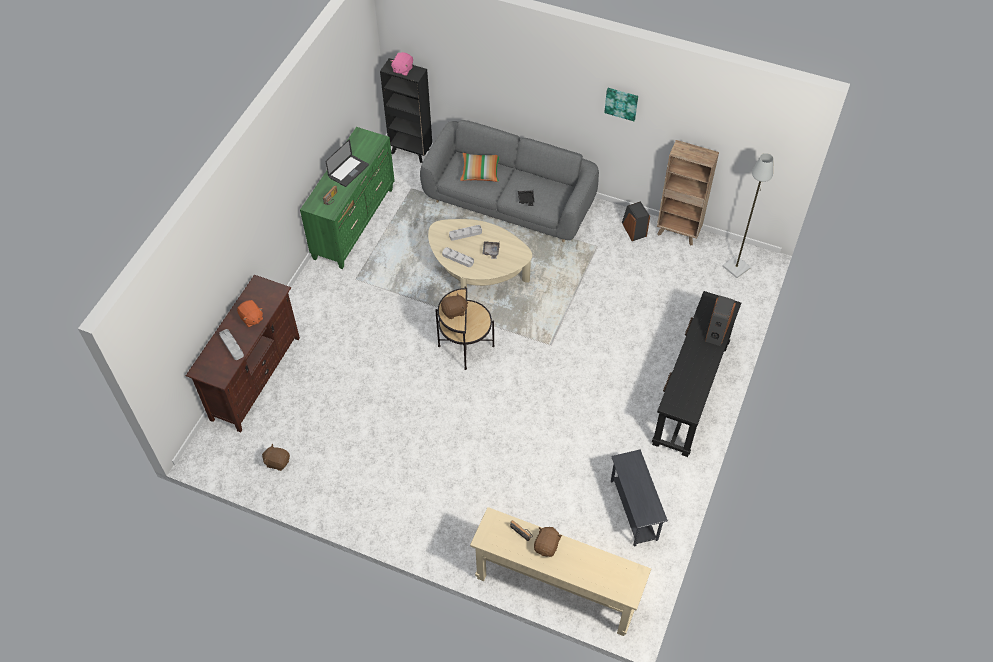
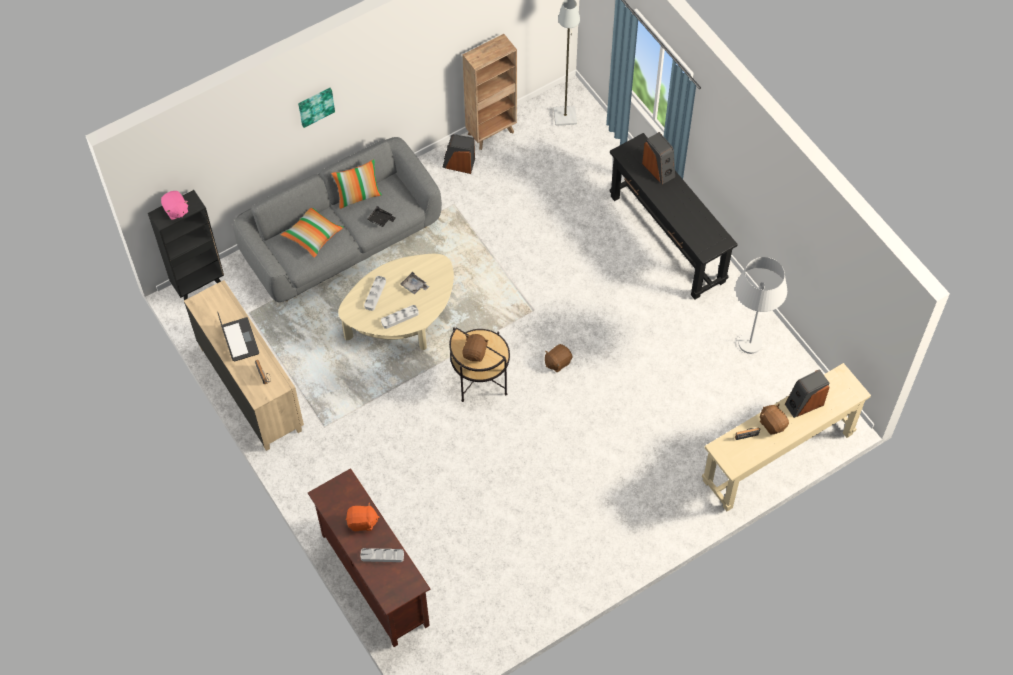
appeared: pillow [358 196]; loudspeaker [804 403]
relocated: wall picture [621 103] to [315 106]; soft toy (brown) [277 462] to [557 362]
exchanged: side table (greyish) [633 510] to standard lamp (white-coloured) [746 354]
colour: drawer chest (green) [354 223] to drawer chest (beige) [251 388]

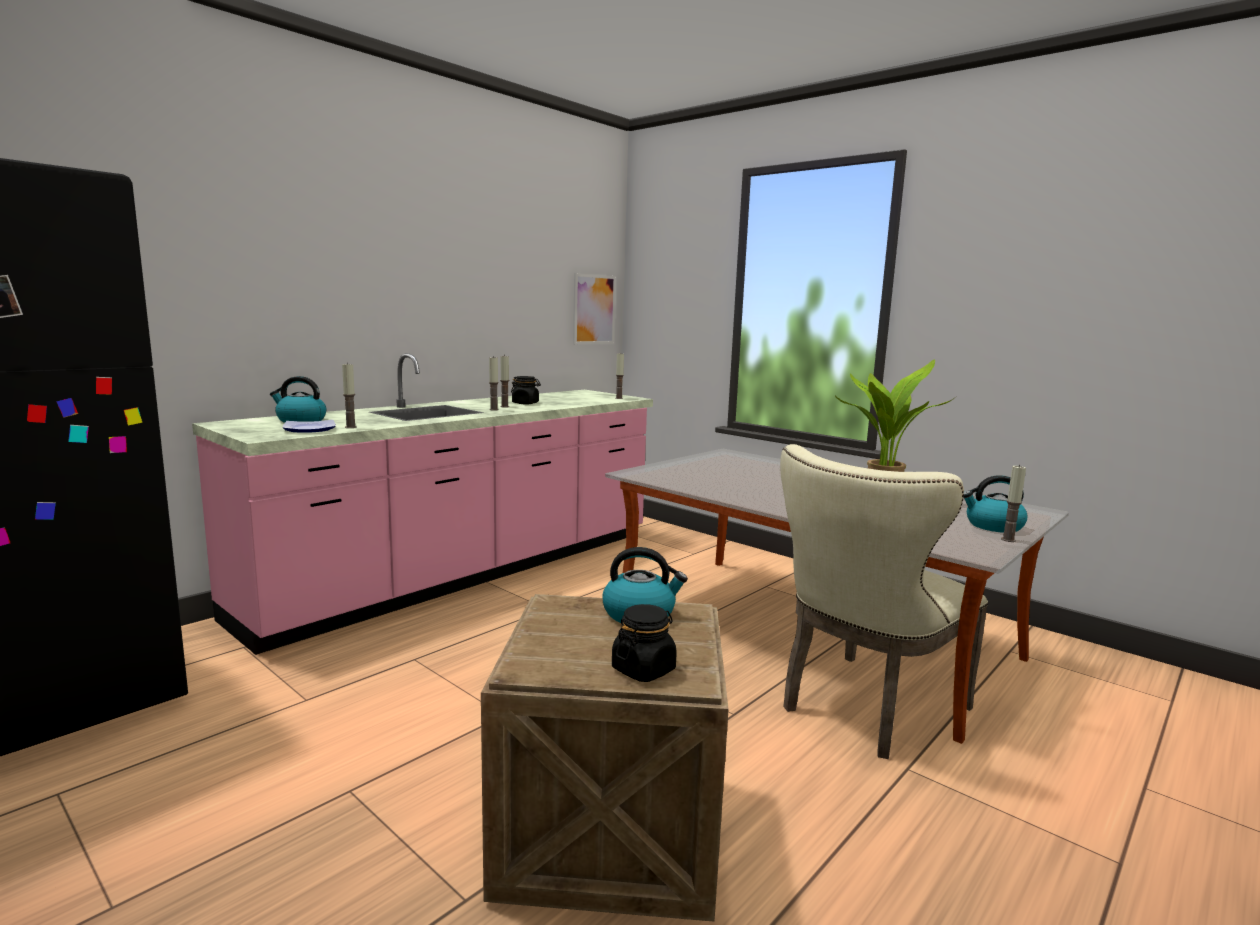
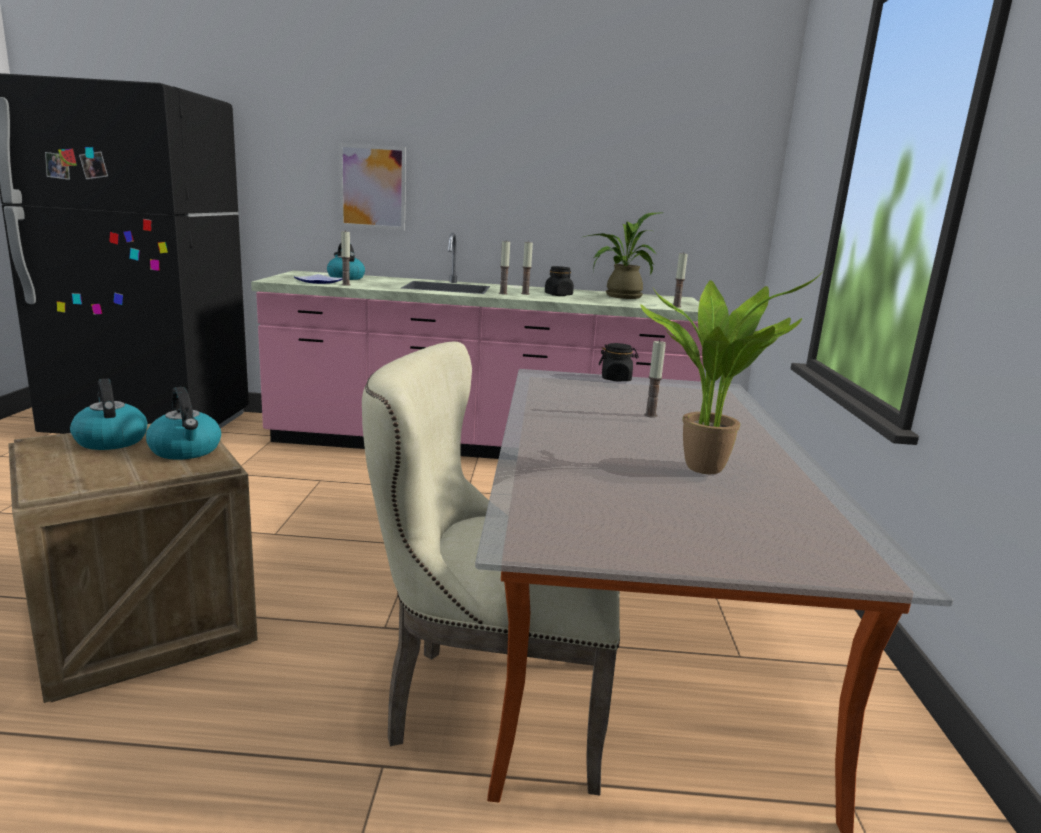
appeared: houseplant [618 296]
relocated: wall picture [594 309] to [372 187]; wax candle [1008 540] to [650 415]; water kettle [993 526] to [110 440]; jar (black) [643 669] to [616 379]

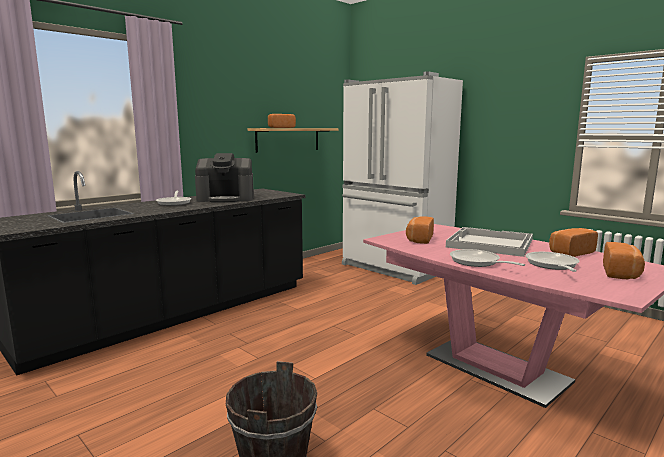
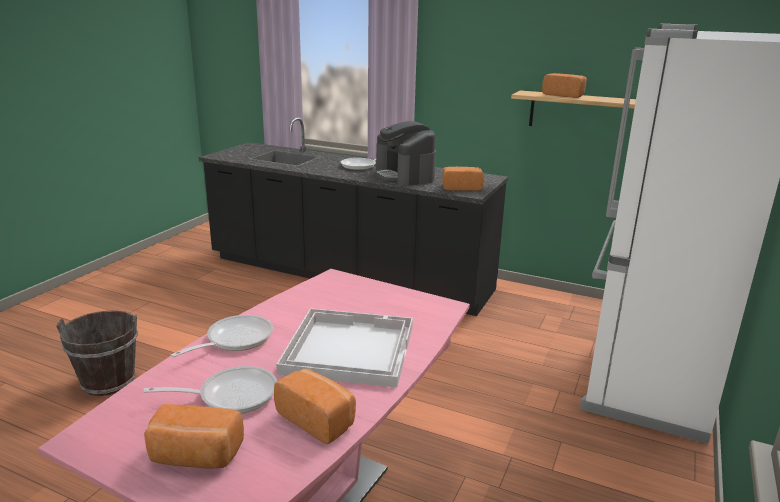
relocated: bakery bread [419 239] to [461 187]

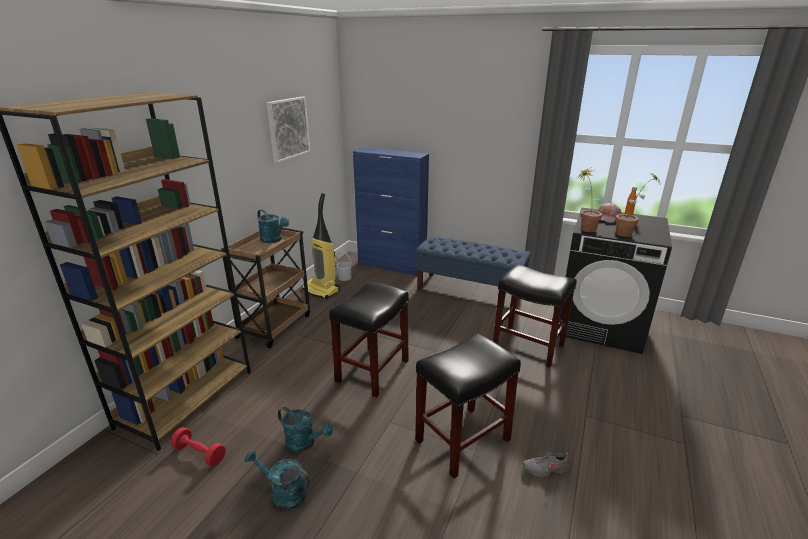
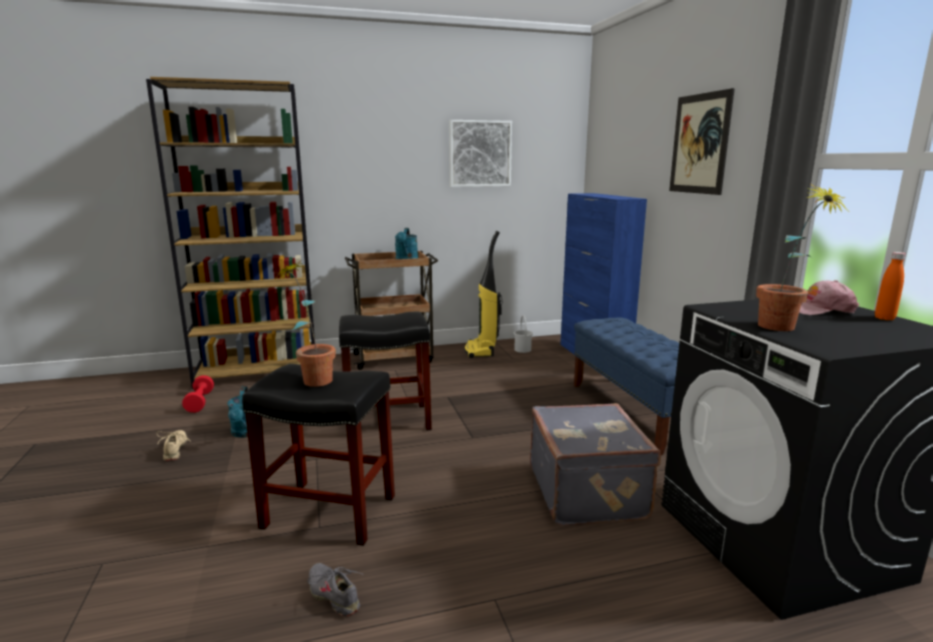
appeared: wall picture [699 144]
relocated: houseplant [584 230] to [312 379]
exchanged: stool (black) [527 346] to travel case (greyish) [588 492]; watering pot (turquoise-coloured) [283 493] to shoe (beige) [176 450]

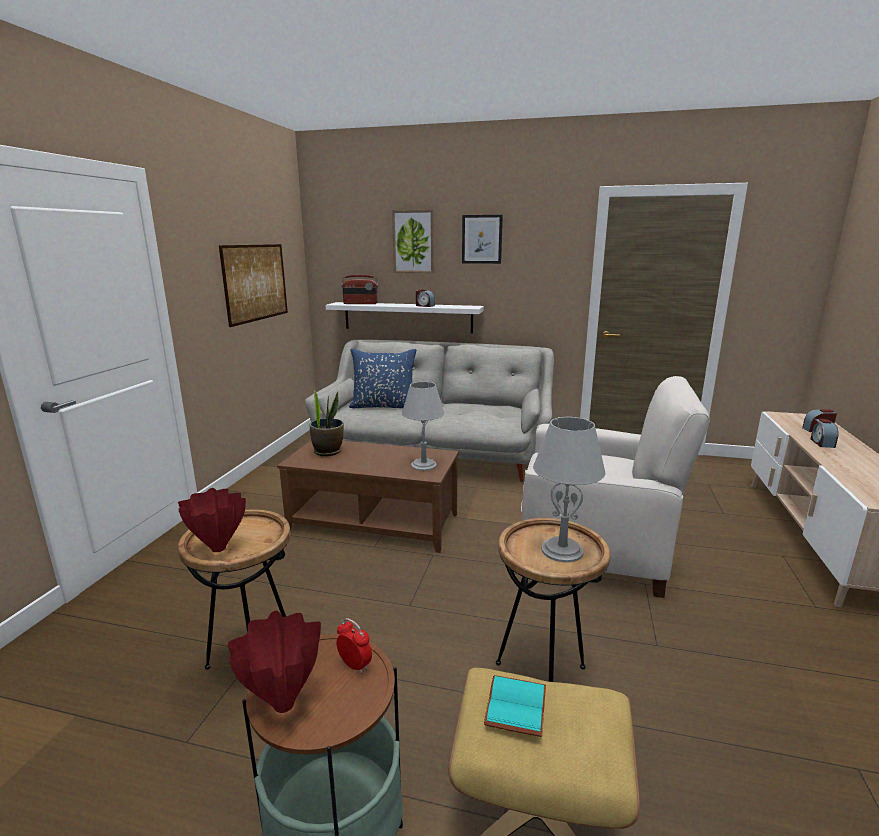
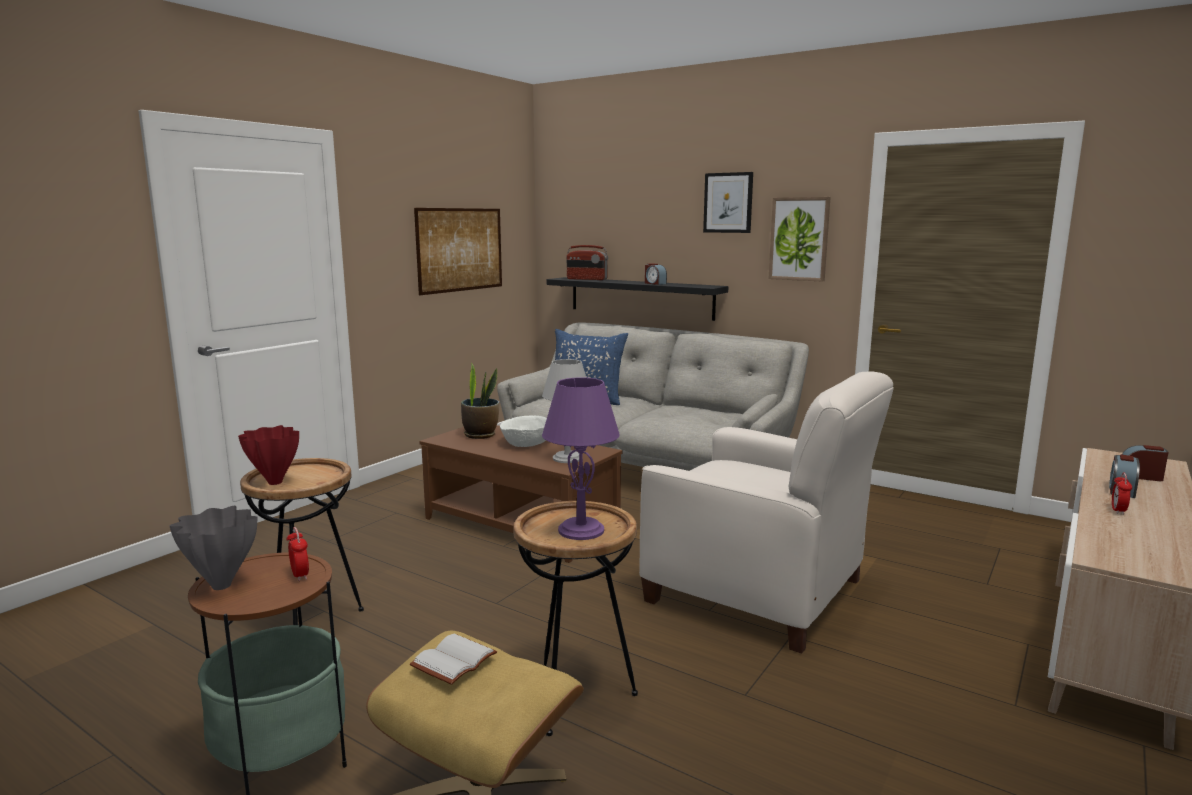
appeared: bowl (white-coloured) [526 444]; table clock [1118 510]
relocated: wall picture [413 242] to [799 239]
colour: shelf (white-coloured) [407 317] to shelf (black) [640 298]; lamp for a table (greyish) [561 550] to lamp for a table (purplish) [580 530]; vase (reddish) [284 703] to vase (greyish) [222 585]; volume (turquoise-coloured) [514 705] to volume (white-coloured) [453 659]

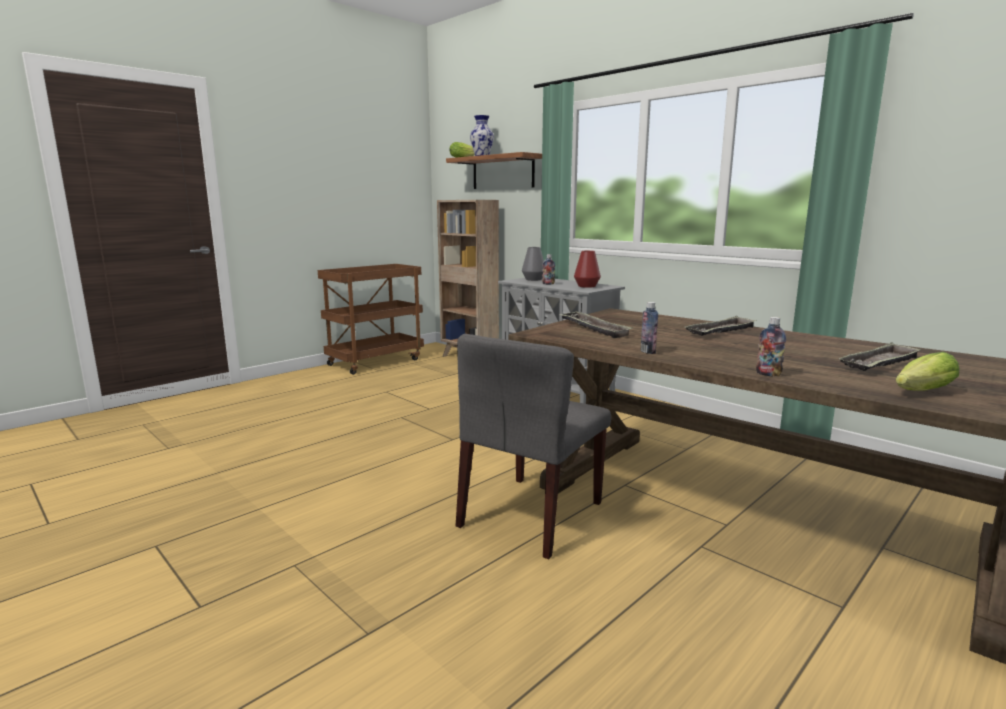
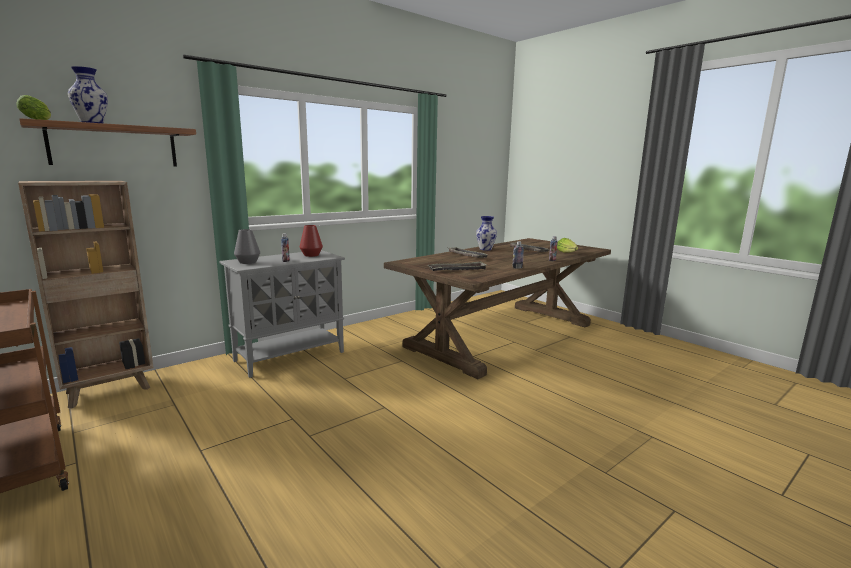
missing: plain chair (greyish) [531 515]
appeared: vase [485 249]

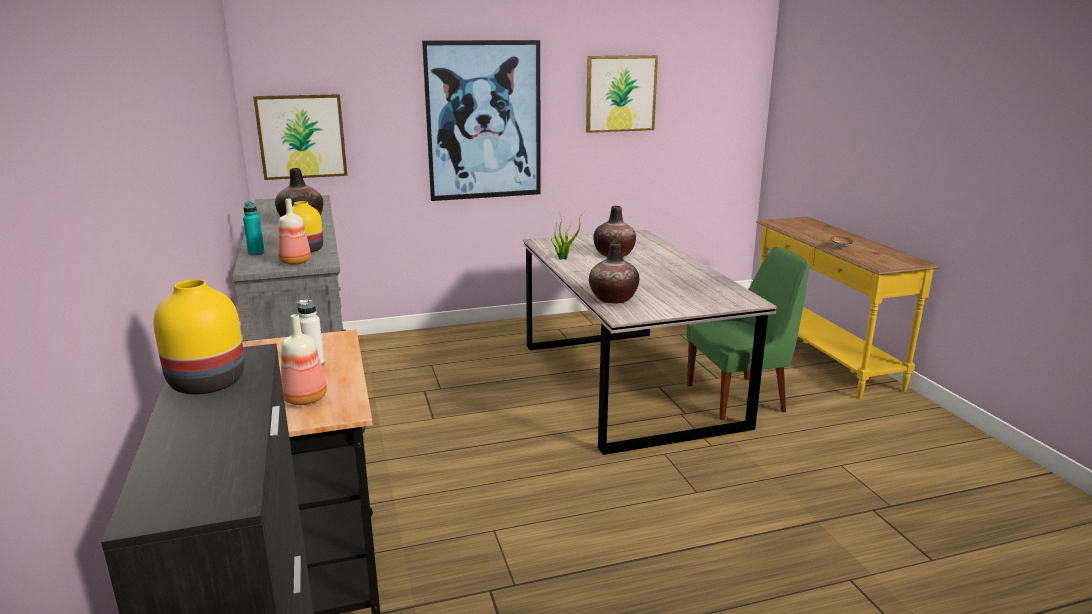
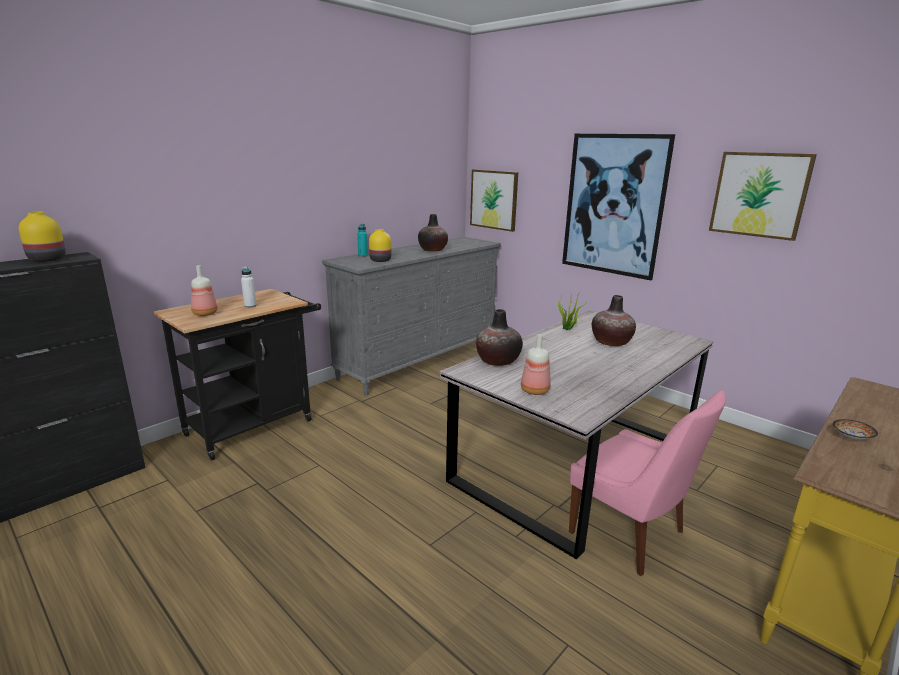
relocated: beverage bottle [294 262] to [533 391]
colour: plain chair (green) [739 398] to plain chair (pinkish) [630 534]

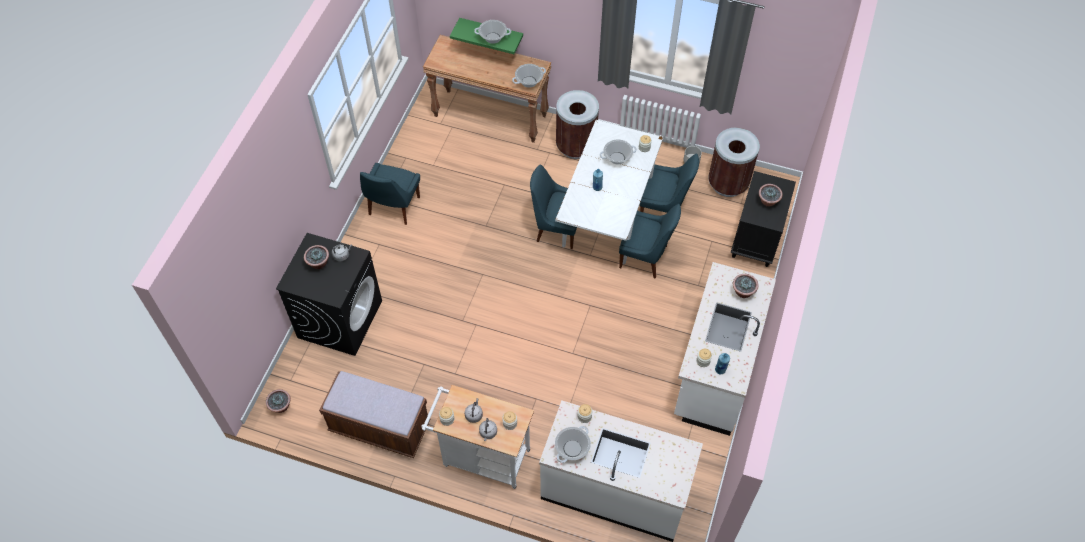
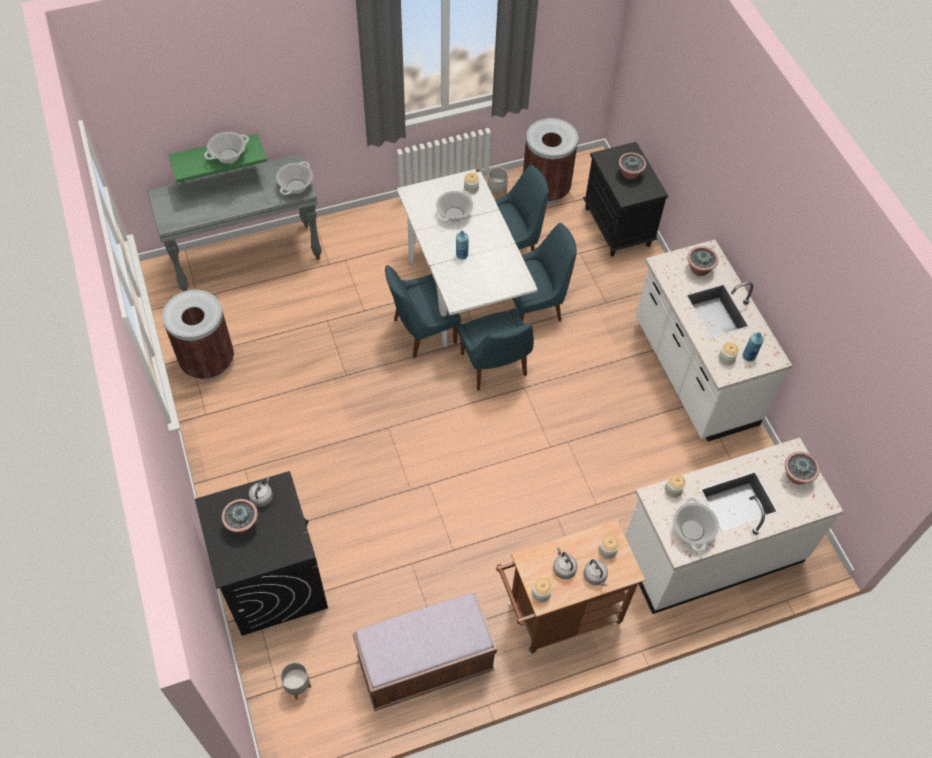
appeared: planter (greyish) [297 686]
relocated: waste bin (brown) [575 146] to [207 361]; plain chair (blue-coloured) [393 207] to [494 366]; houseplant [281 407] to [796 476]
colour: narrow table (brown) [491 115] to narrow table (greyish) [247 257]; wheeled cart (white-coloured) [481 457] to wheeled cart (brown) [558 615]

